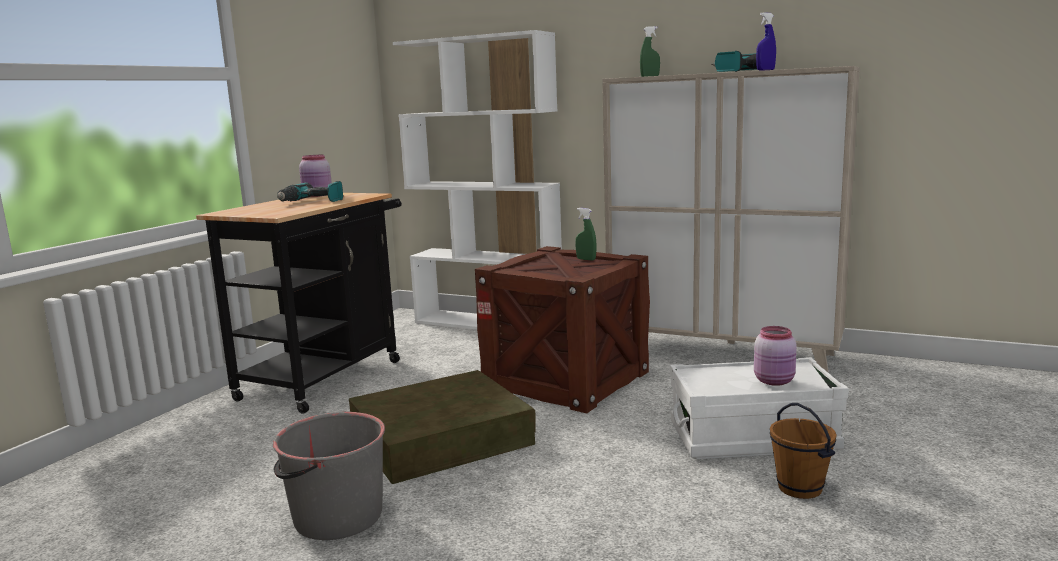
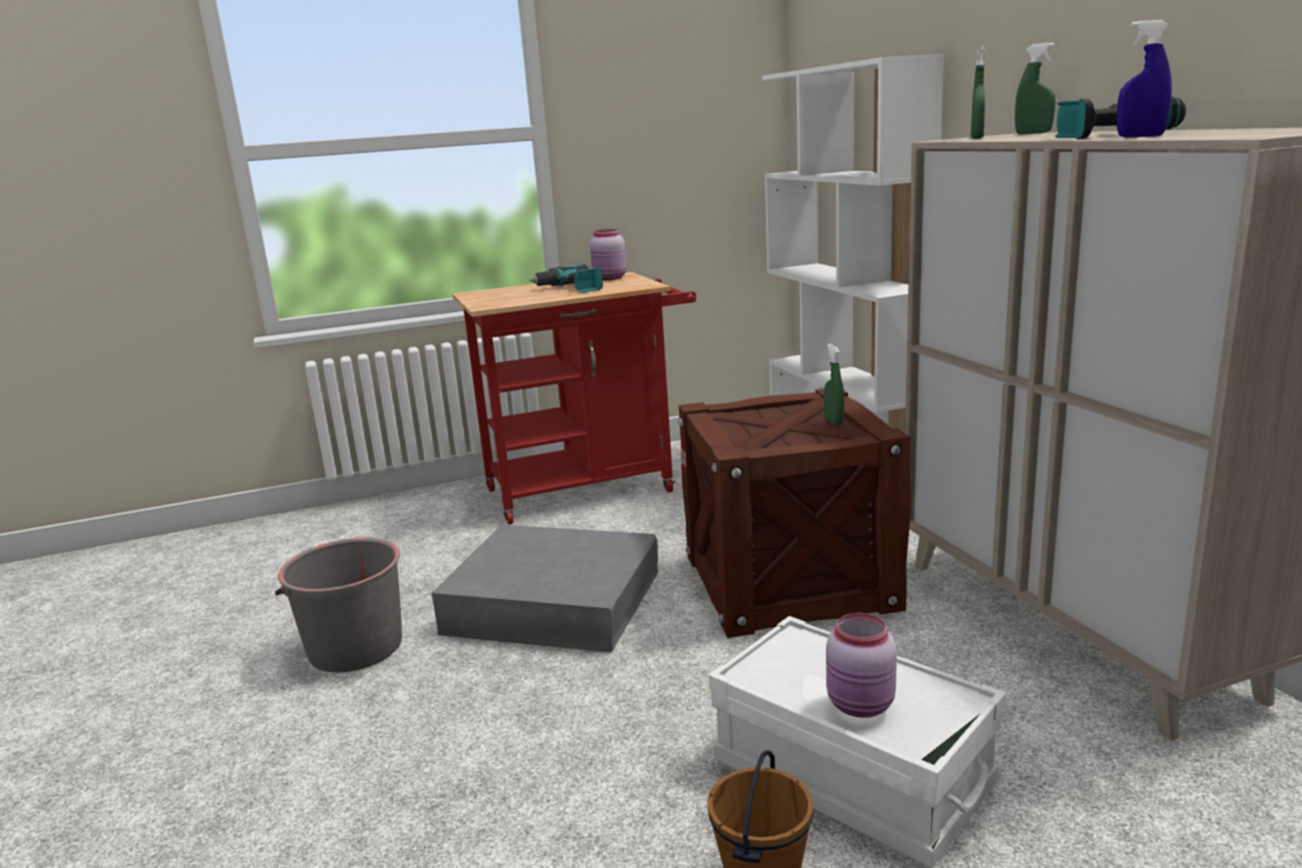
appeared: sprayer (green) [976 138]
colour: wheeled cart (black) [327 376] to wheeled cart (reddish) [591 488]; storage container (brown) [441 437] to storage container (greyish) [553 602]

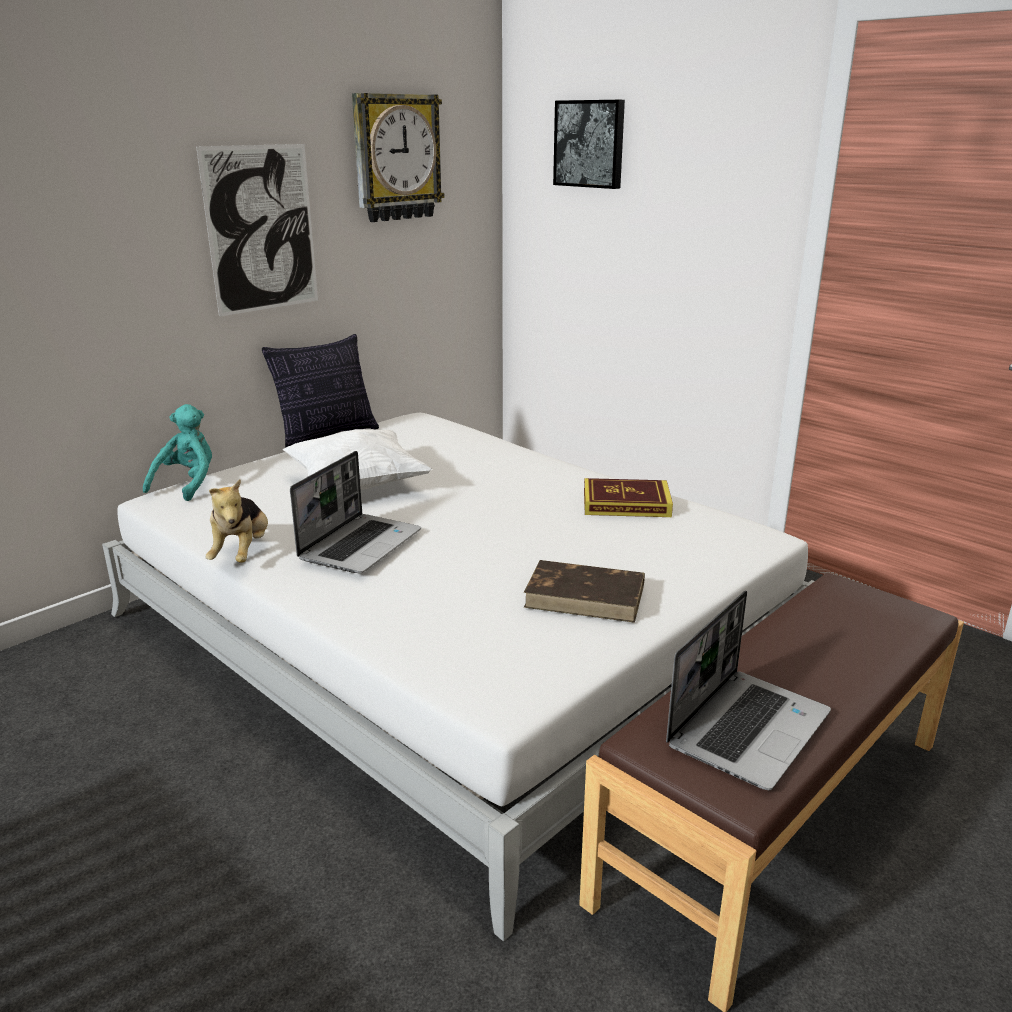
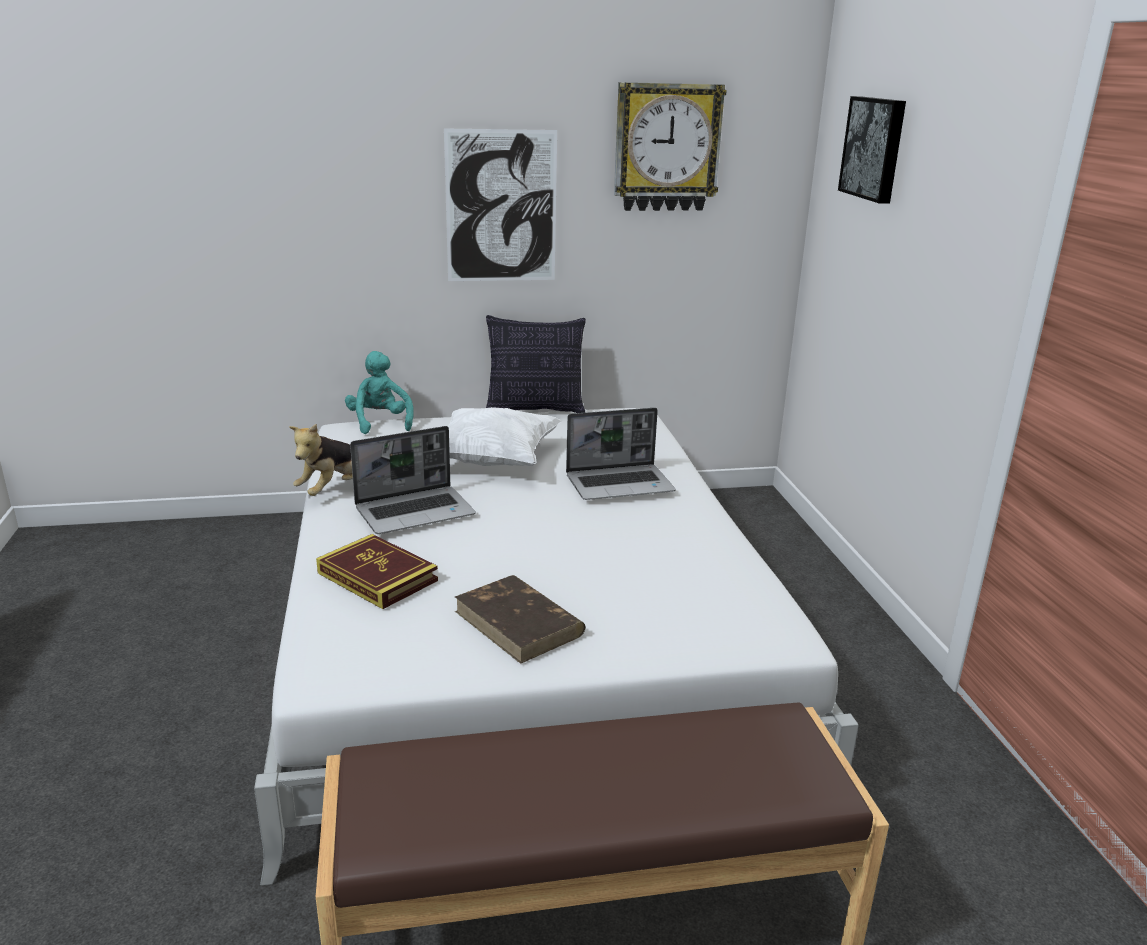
relocated: volume [626 503] to [377 577]; portable computer [747 728] to [620 484]
spun: soft toy (turquoise-coloured) [188 484] = [380 422] 75 degrees counterclockwise

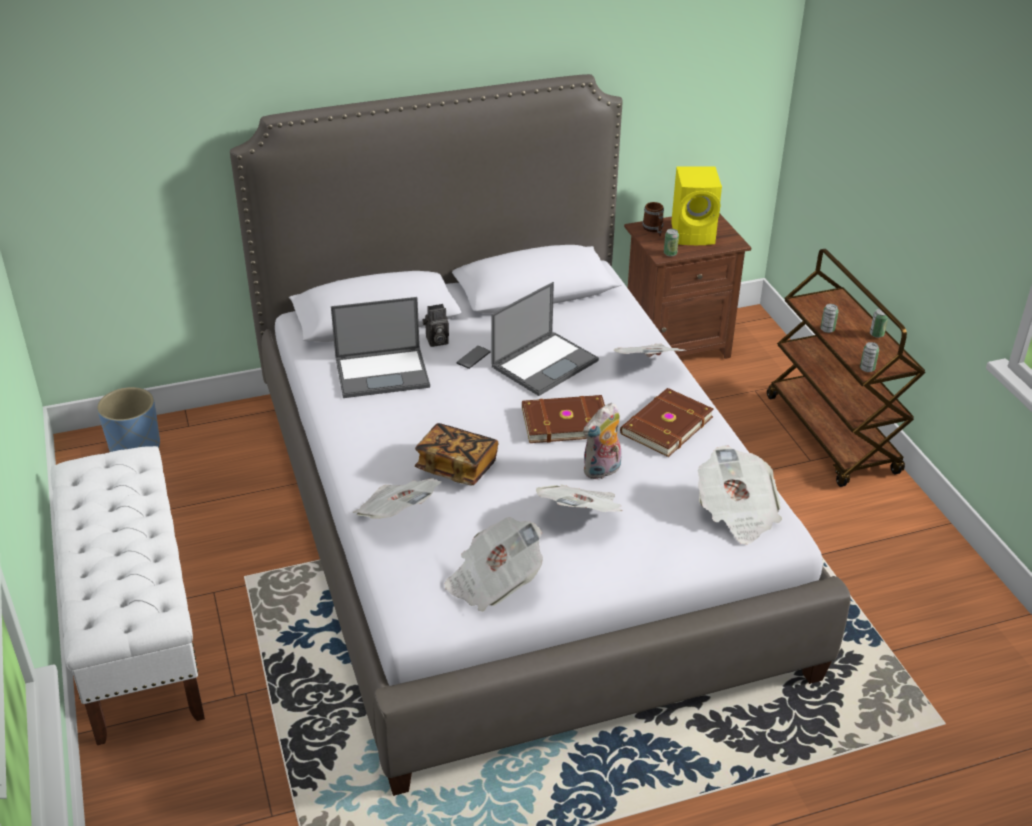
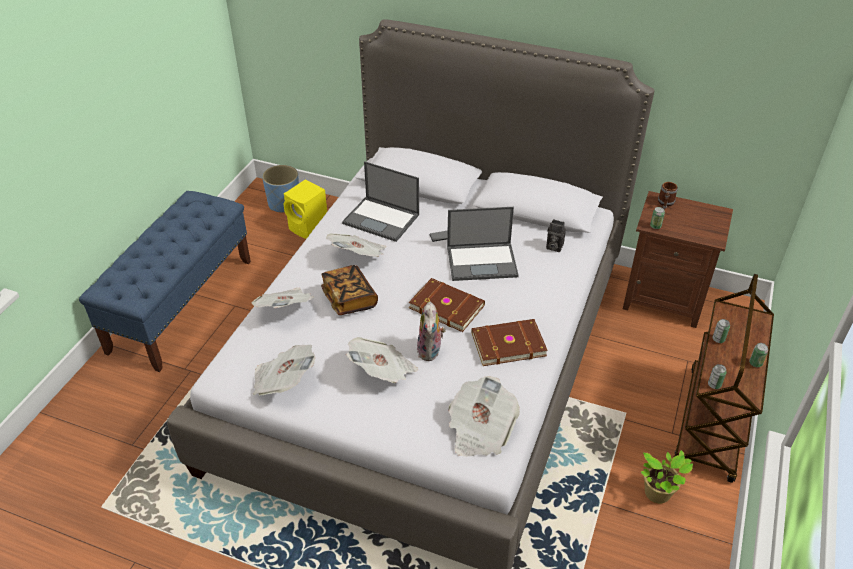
appeared: houseplant [658 494]
relocated: loudspeaker (yellow) [694 234] to [309 228]; still camera [436 341] to [553 247]; daily paper [648 366] to [359 256]
colour: bench (white-coloured) [137 629] to bench (blue-coloured) [182 304]
spun: soft toy [602 471] = [431 351] 90 degrees counterclockwise

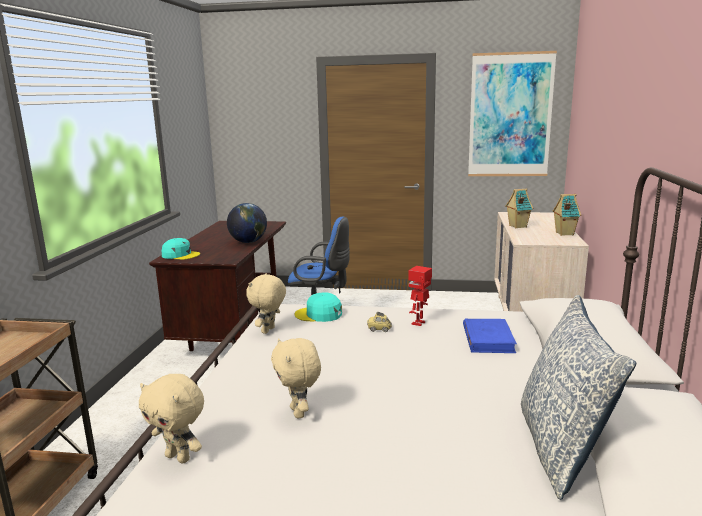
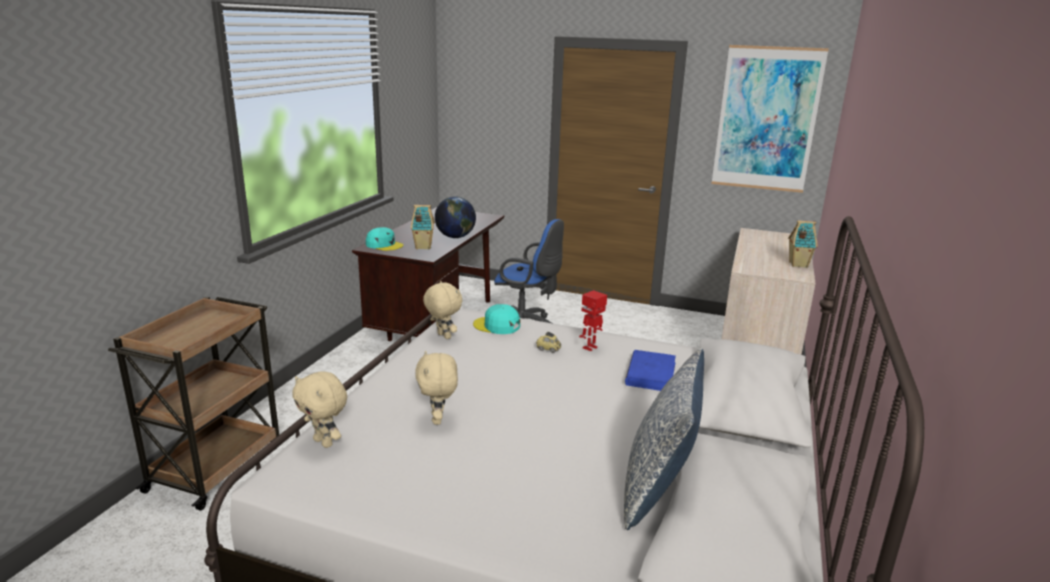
relocated: toy house [517 226] to [422 247]
spun: soft toy (beige) [269 330] = [443 336] 105 degrees clockwise

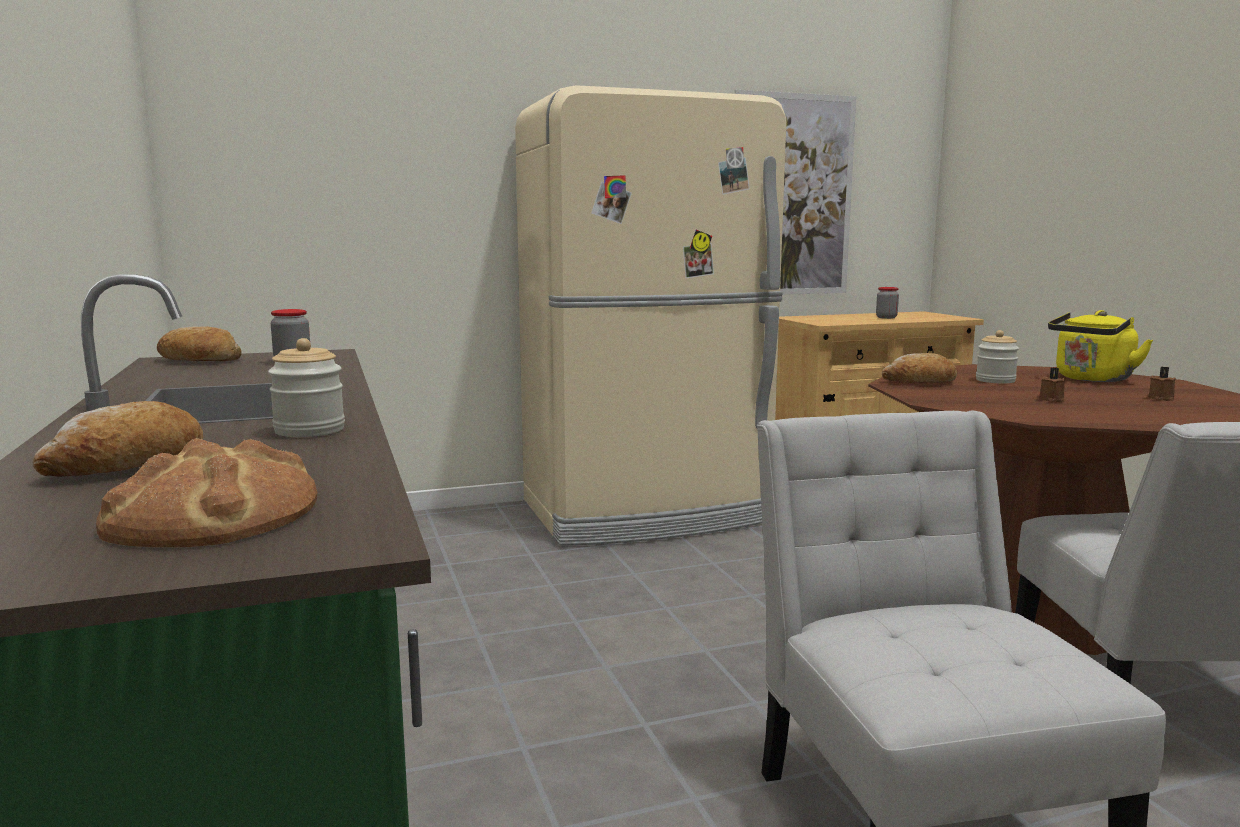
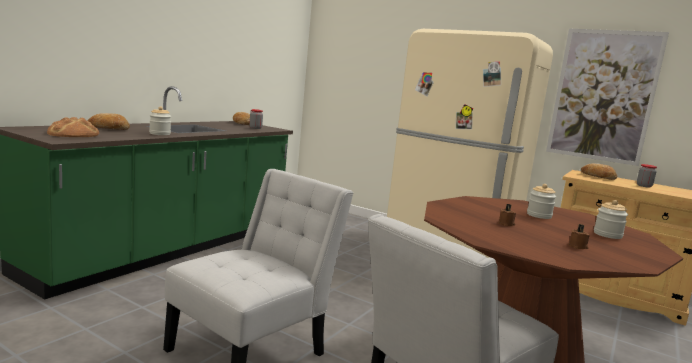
relocated: bakery bread [919 382] to [597 177]
exchanged: water kettle (yellow) [1091 379] to jar [607 235]

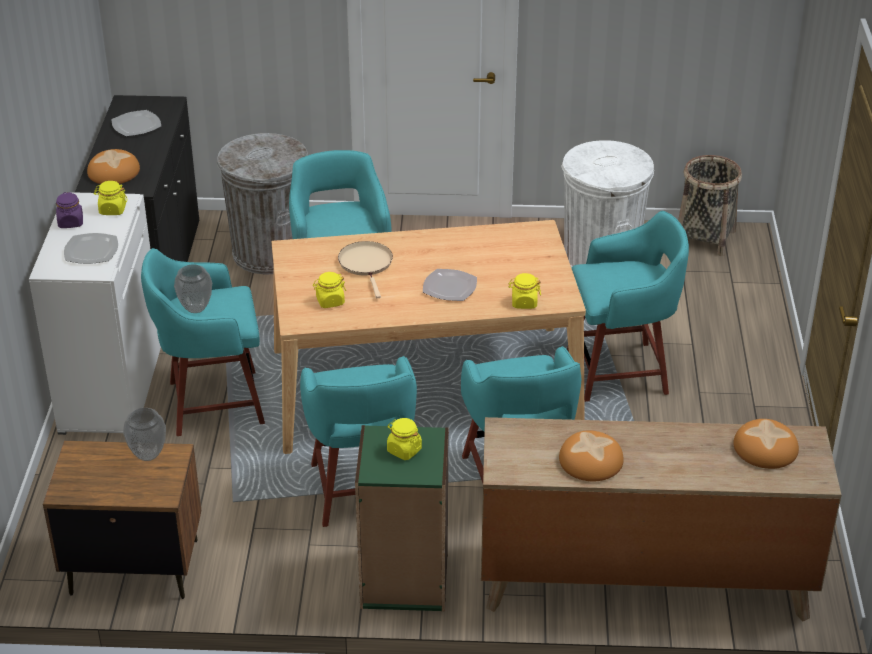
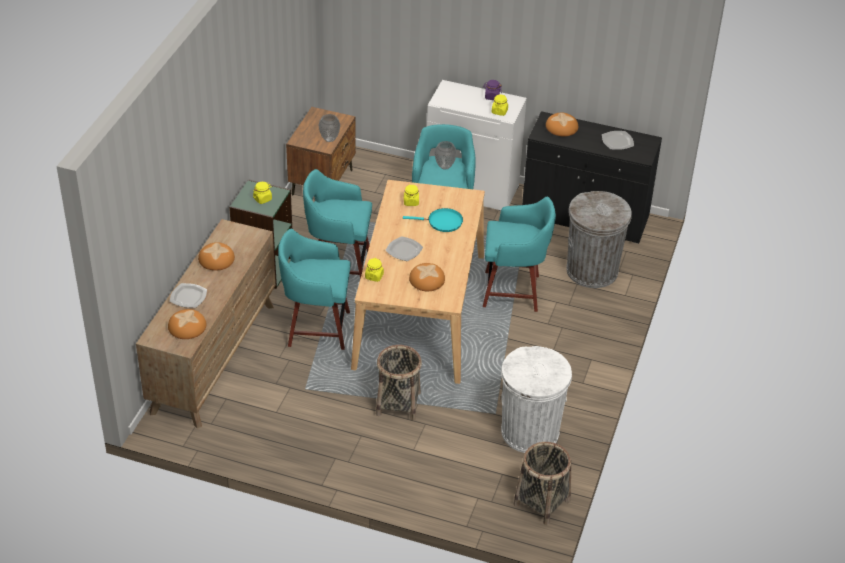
appeared: bakery bread [426 279]
relocated: plate [92 250] to [188 297]
exchanged: stool (turquoise-coloured) [621 372] to household basket [398 403]
colour: pan (beige) [366 264] to pan (turquoise-coloured) [442 222]

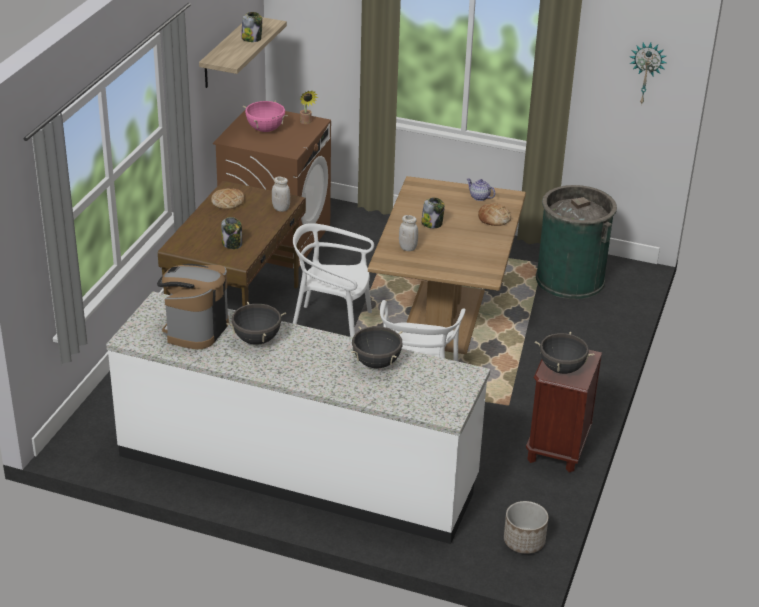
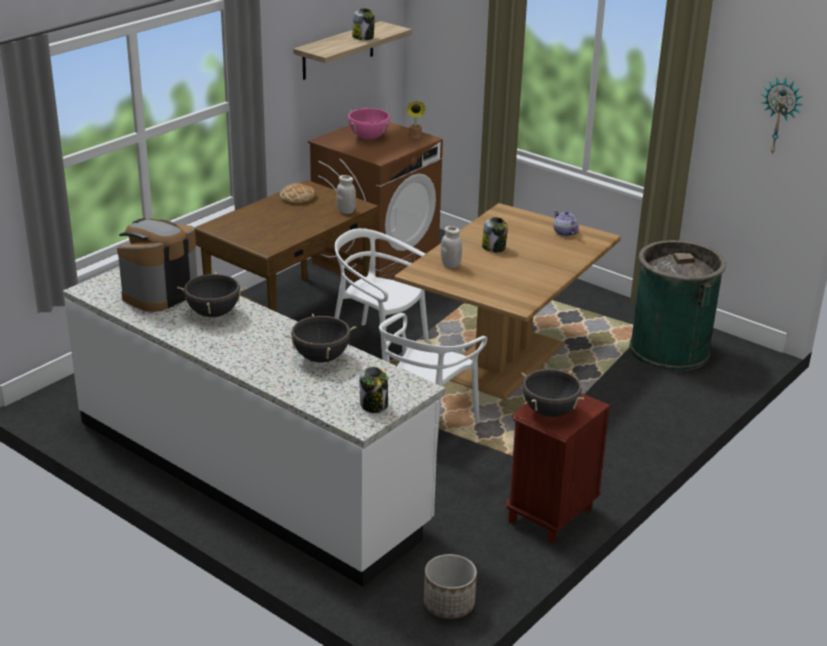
missing: bakery bread [494 218]
relocated: jar [232 244] to [374 405]

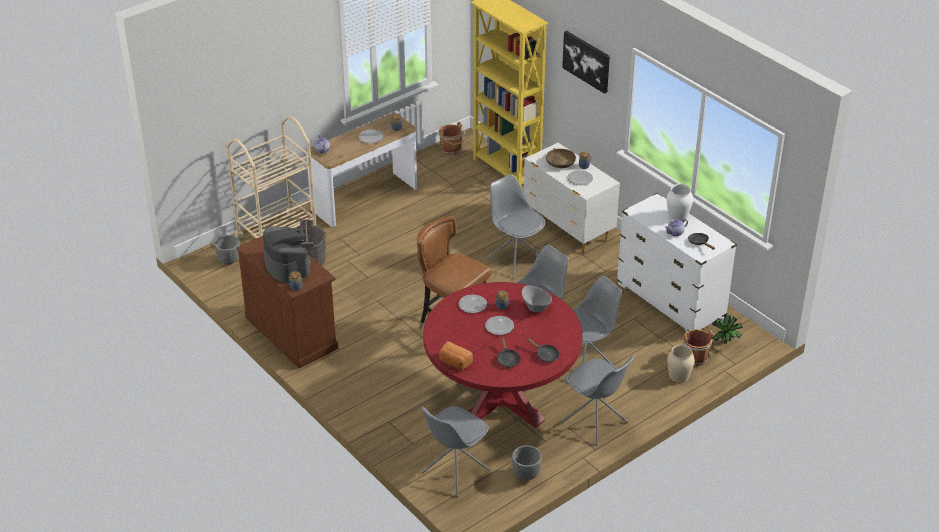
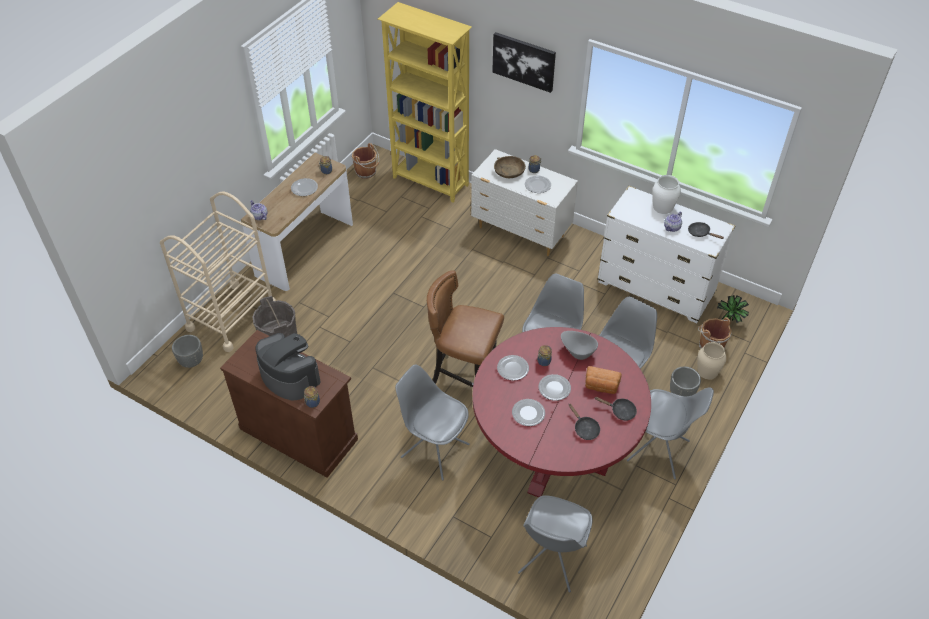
appeared: plate [528 414]
relocated: plain chair (greyish) [515 259] to [434 450]; bakery bread [454 362] to [601 386]; planter (greyish) [526 475] to [681 394]

